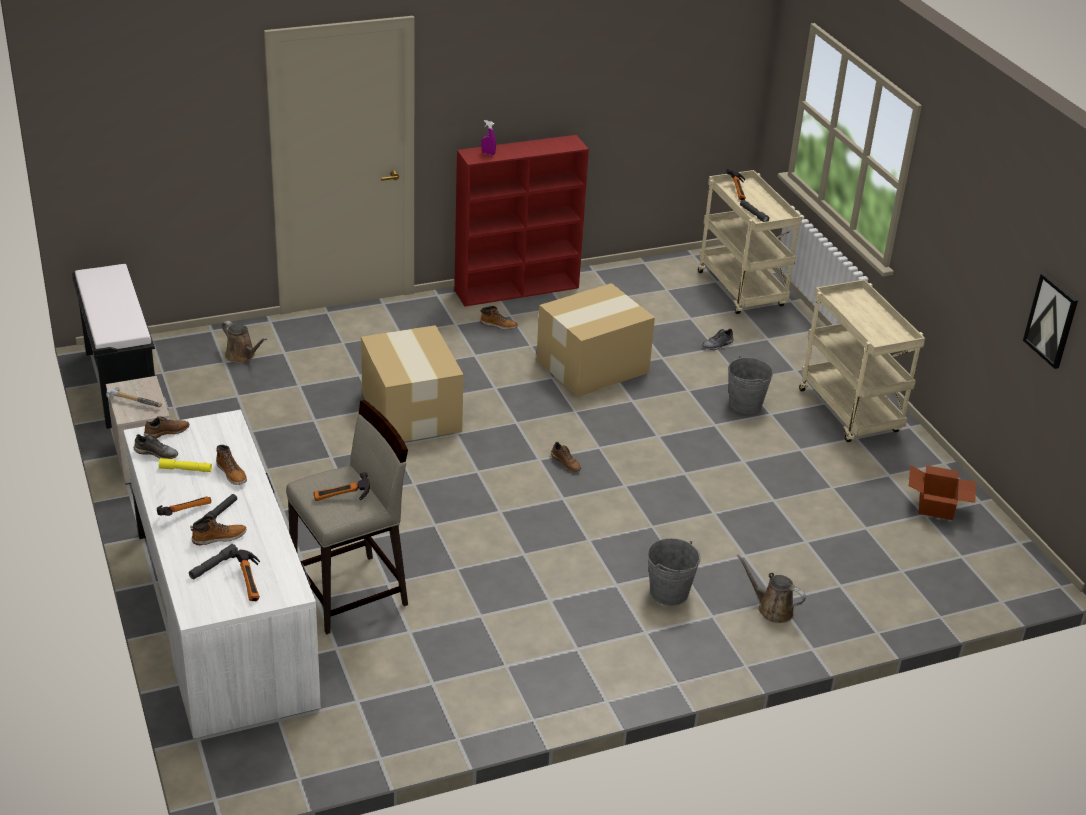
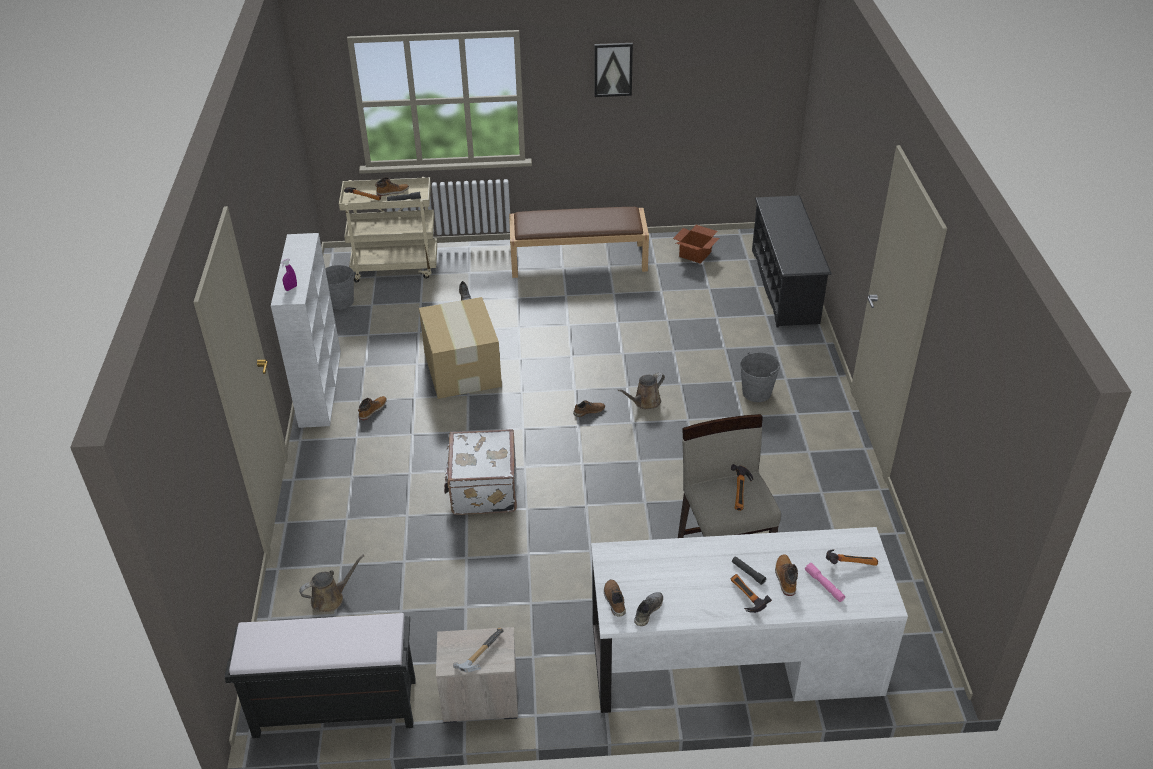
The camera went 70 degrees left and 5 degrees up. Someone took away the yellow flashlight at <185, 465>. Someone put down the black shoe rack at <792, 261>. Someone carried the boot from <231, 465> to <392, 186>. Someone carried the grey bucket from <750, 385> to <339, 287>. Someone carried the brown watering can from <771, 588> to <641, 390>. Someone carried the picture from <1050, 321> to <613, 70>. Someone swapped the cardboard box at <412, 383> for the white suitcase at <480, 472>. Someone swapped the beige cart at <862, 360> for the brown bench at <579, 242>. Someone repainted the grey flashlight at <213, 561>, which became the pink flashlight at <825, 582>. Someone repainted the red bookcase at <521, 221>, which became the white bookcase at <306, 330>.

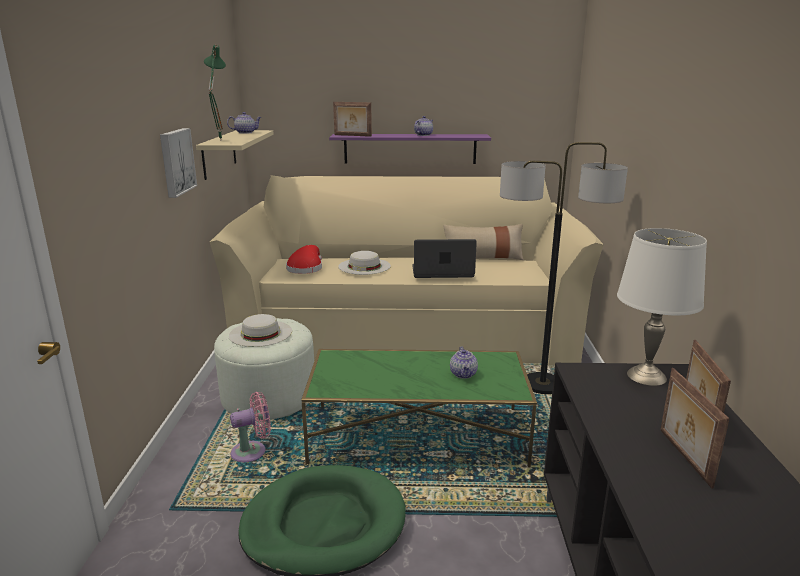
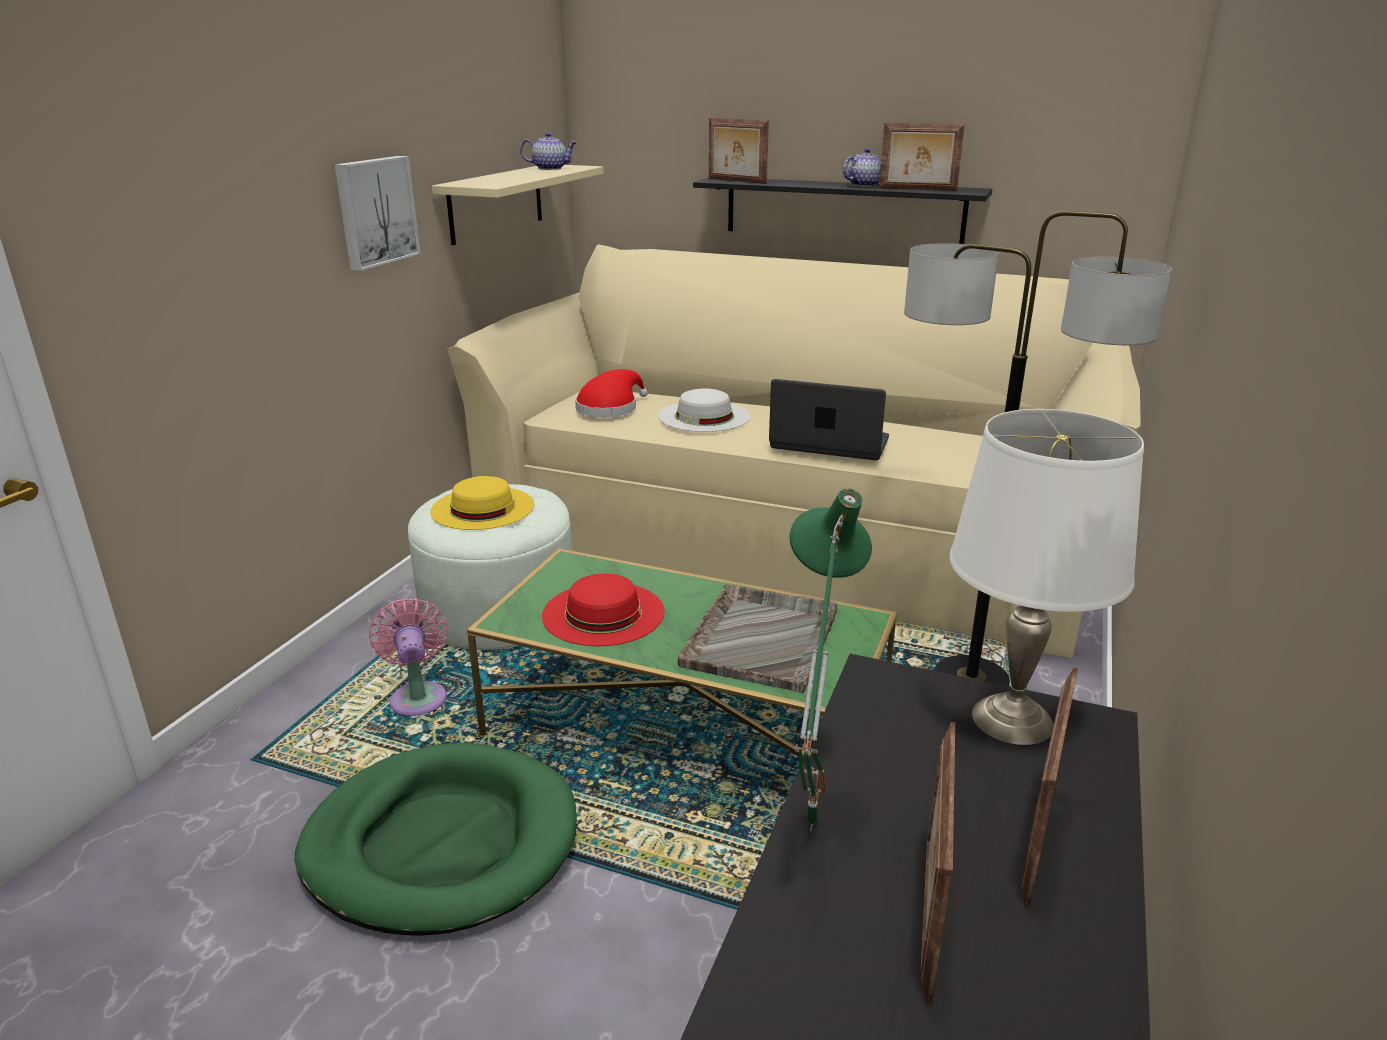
The camera went 20 degrees right and 5 degrees up. Someone took away the beige pillow at <483, 242>. Someone put down the red hat at <603, 610>. Someone put down the picture frame at <922, 157>. Someone carried the green table lamp from <215, 93> to <831, 660>. Someone swapped the teapot at <464, 362> for the grey tray at <758, 638>. Someone repainted the white hat at <260, 330>, which became the yellow hat at <482, 503>. Someone repainted the purple shelf at <410, 149>, which became the black shelf at <842, 211>. Someone rotated the pink fan at <250, 427> by 105 degrees counterclockwise.

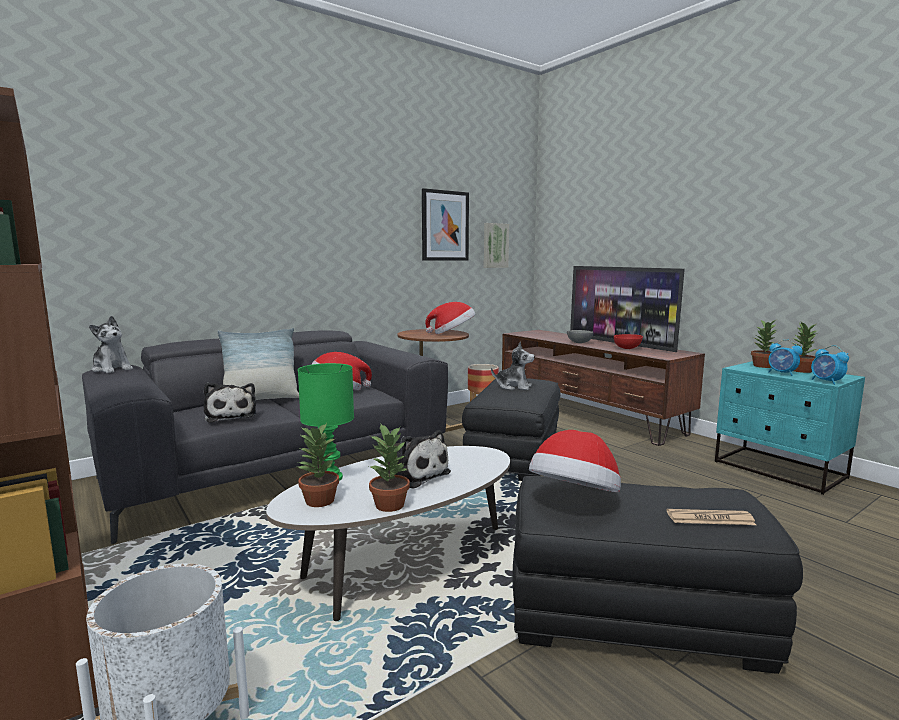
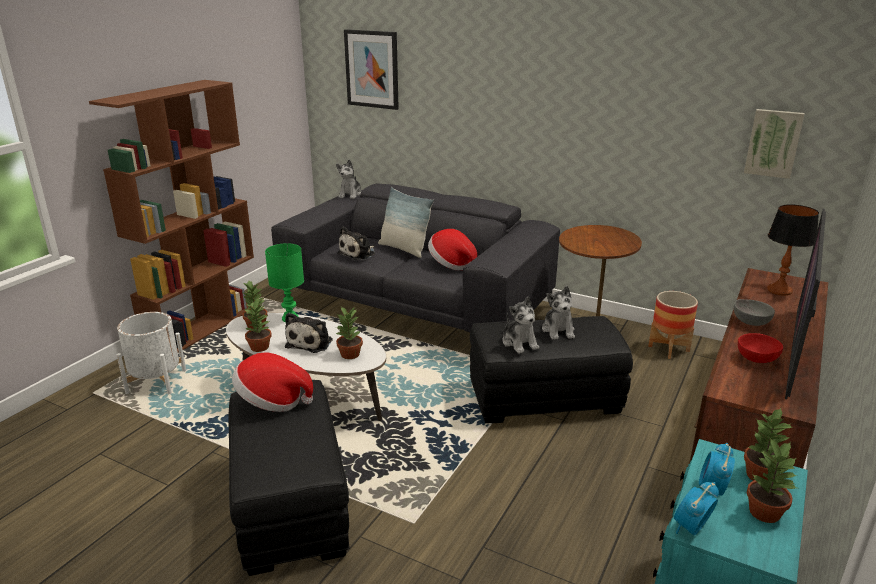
The camera went 65 degrees right and 15 degrees up. Someone took away the hat at <450, 318>. Someone took away the newspaper at <711, 517>. Someone put down the potted plant at <349, 333>. Someone put down the plush toy at <520, 325>. Someone put down the table lamp at <793, 250>. Someone carried the picture from <445, 224> to <371, 69>.

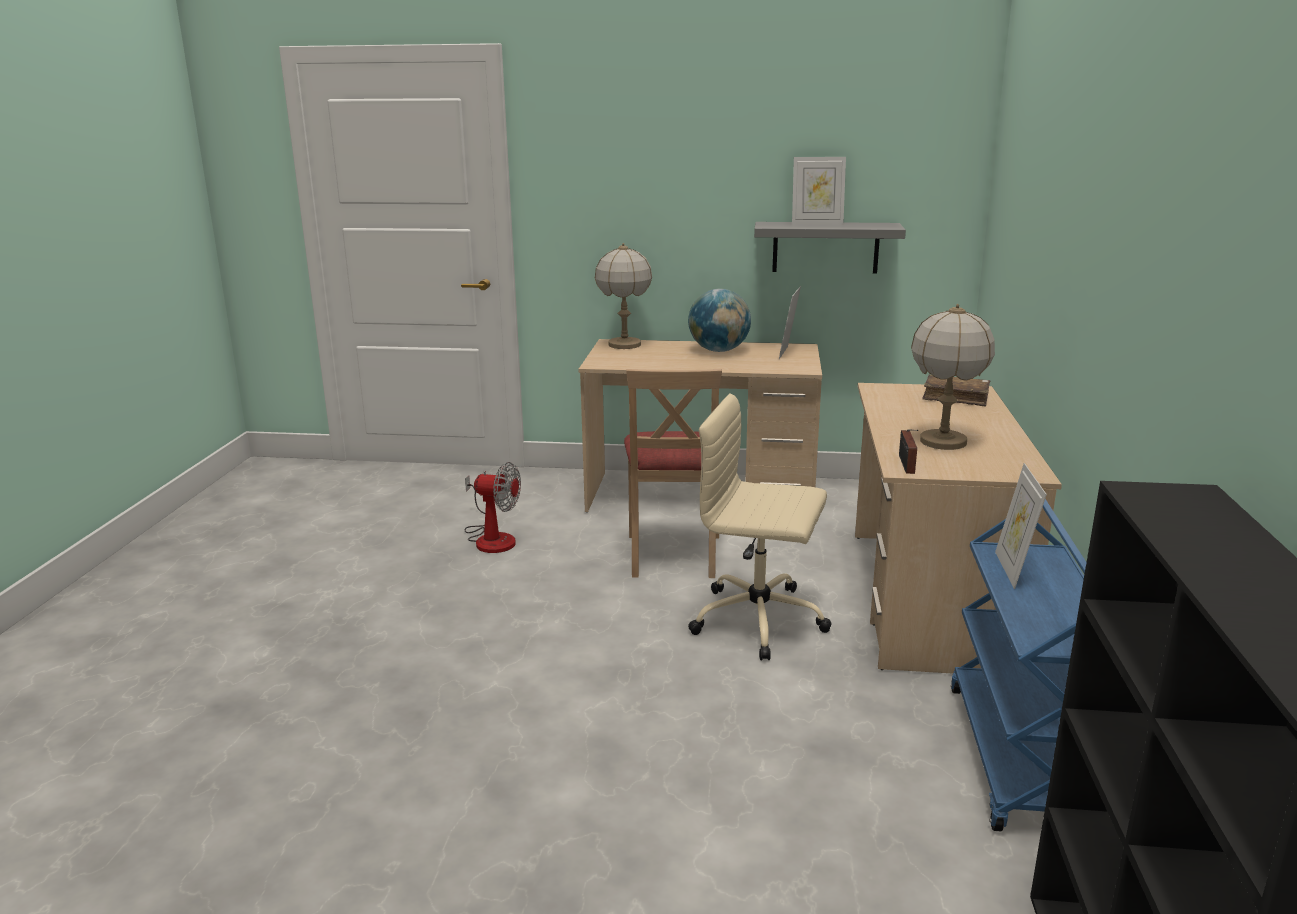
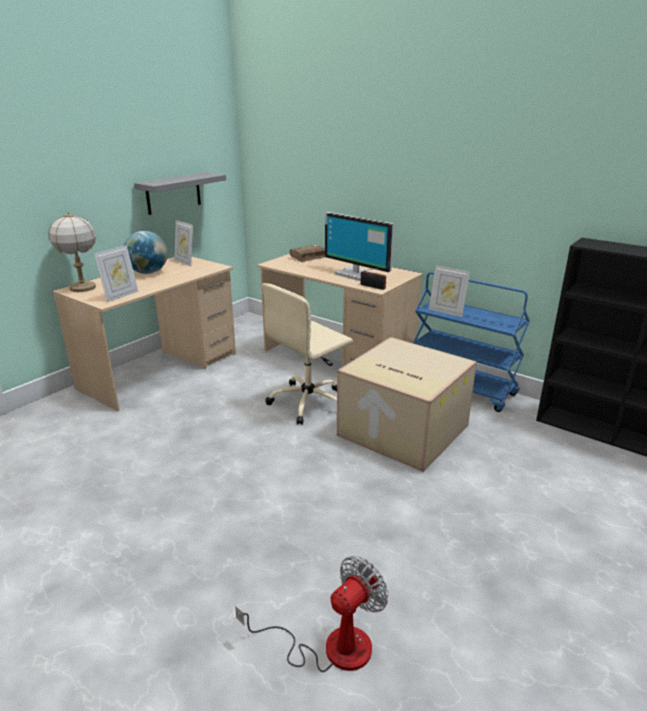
The camera went 60 degrees left and 5 degrees up. Someone took away the beige chair at <673, 473>. Someone put down the cardboard box at <407, 404>. Someone carried the fan from <492, 507> to <311, 614>. Someone carried the picture frame from <819, 190> to <116, 273>. Someone swapped the table lamp at <953, 377> for the monitor at <359, 246>.

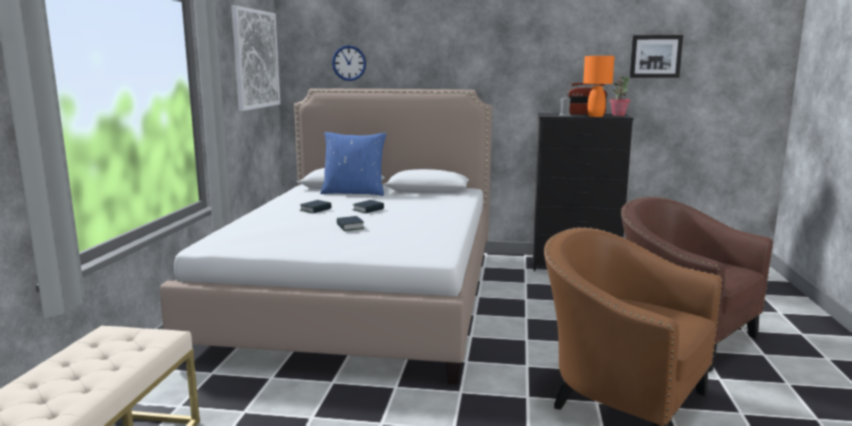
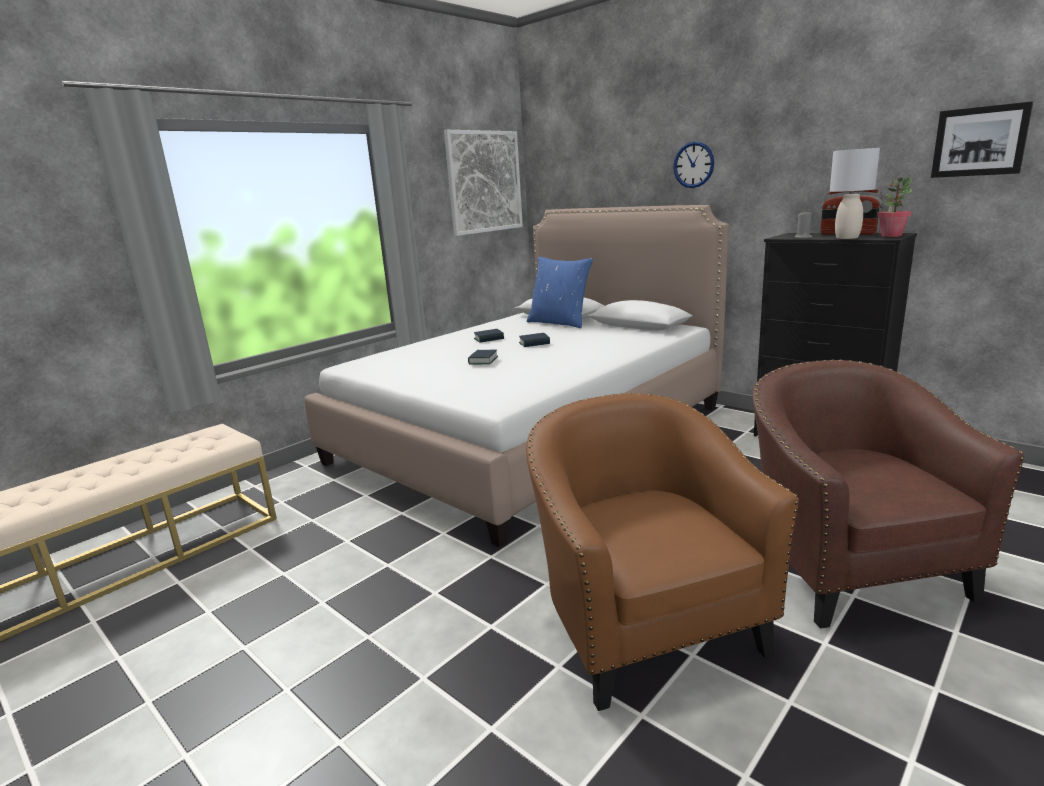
The camera went 35 degrees right and 5 degrees up. Someone carried the wall clock from <349, 63> to <693, 165>. Someone repainted the orange table lamp at <599, 86>, which became the grey table lamp at <855, 193>.

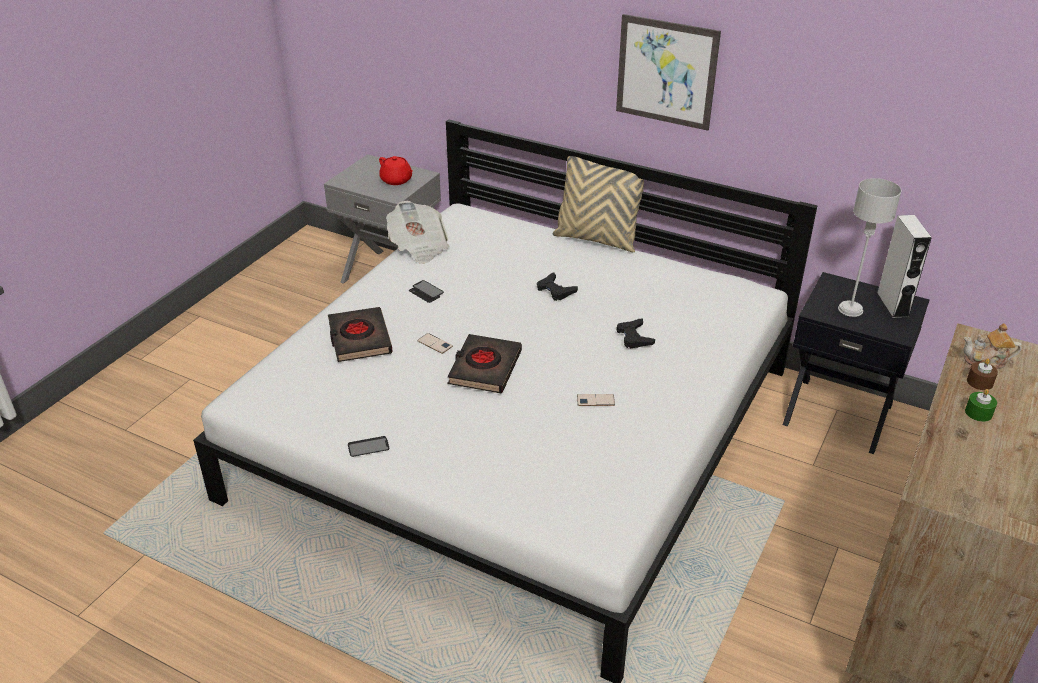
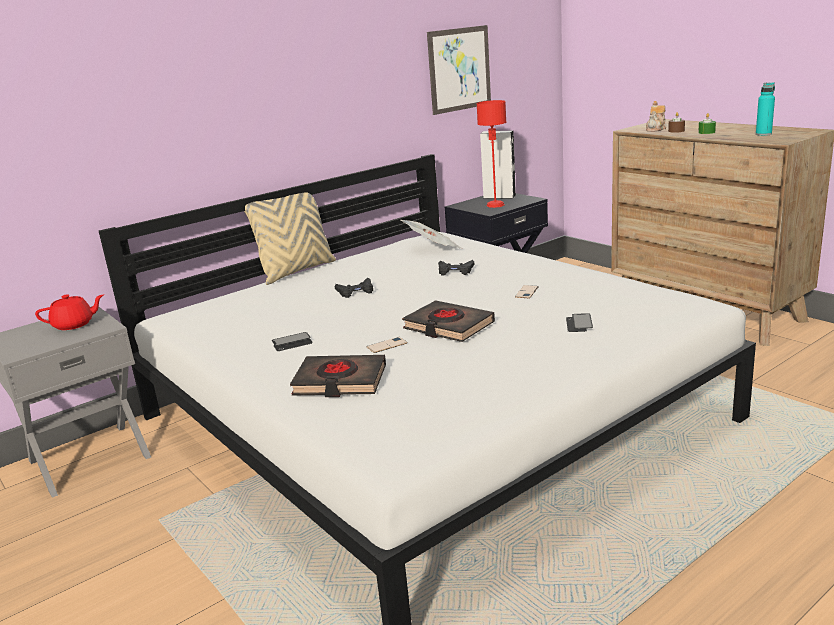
The camera went 65 degrees left and 15 degrees down. Someone put down the turquoise bottle at <765, 109>. Someone carried the phone from <368, 446> to <579, 322>. Someone carried the newspaper from <418, 232> to <431, 234>. Someone carried the picture from <668, 72> to <459, 70>. Someone repainted the grey table lamp at <870, 247>, which became the red table lamp at <491, 154>.

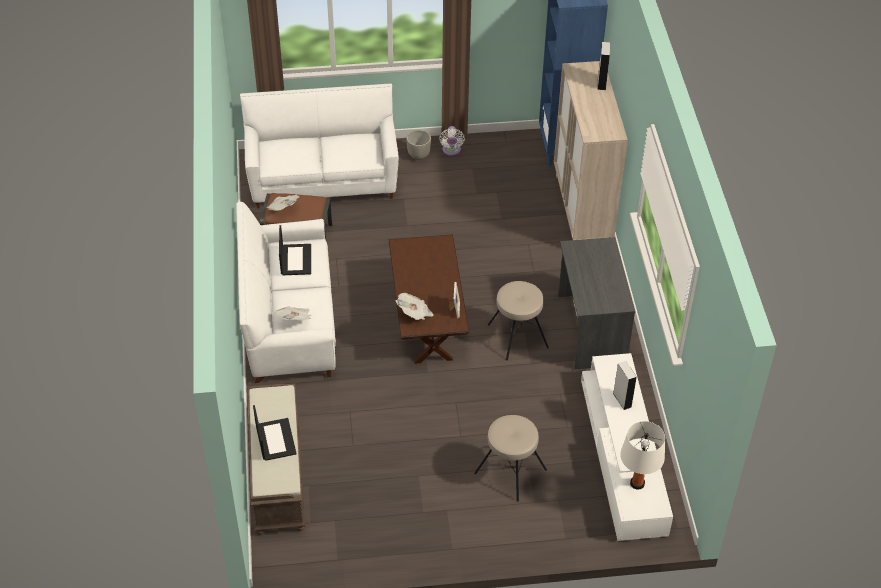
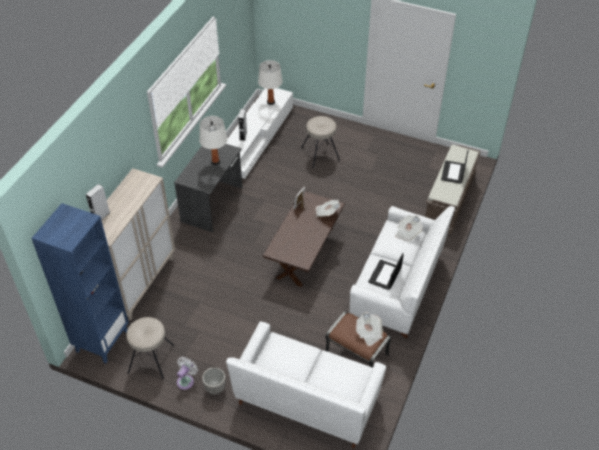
The camera went 150 degrees left and 0 degrees up. Someone put down the white table lamp at <213, 140>. Someone carried the beige stool from <518, 320> to <150, 348>.

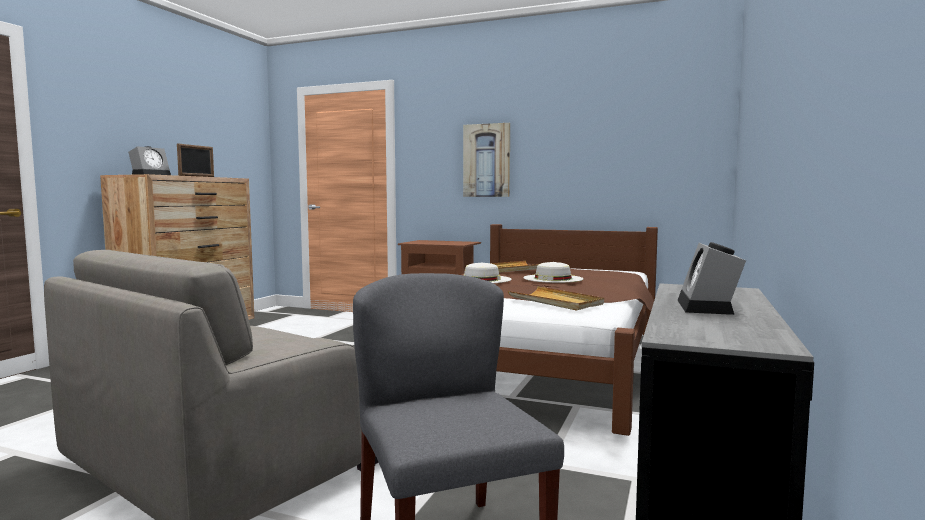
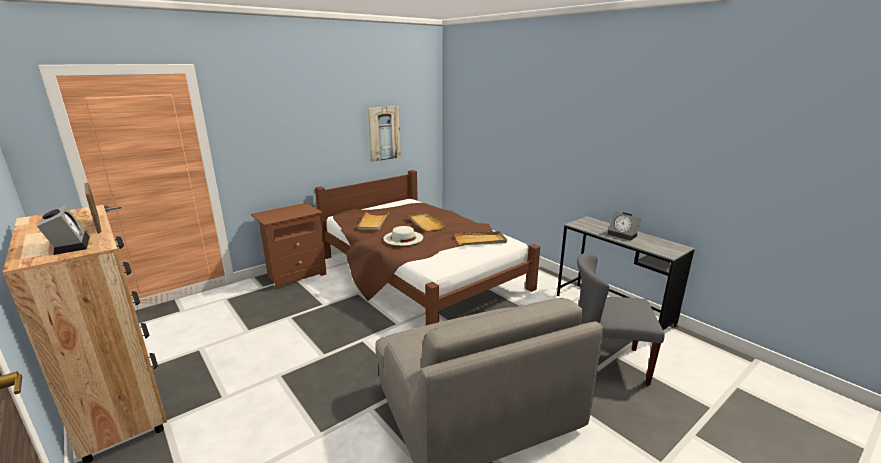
The camera went 60 degrees left and 15 degrees up. Someone carried the picture from <486, 160> to <384, 134>. Someone swapped the white hat at <553, 272> for the beige tray at <427, 221>.

